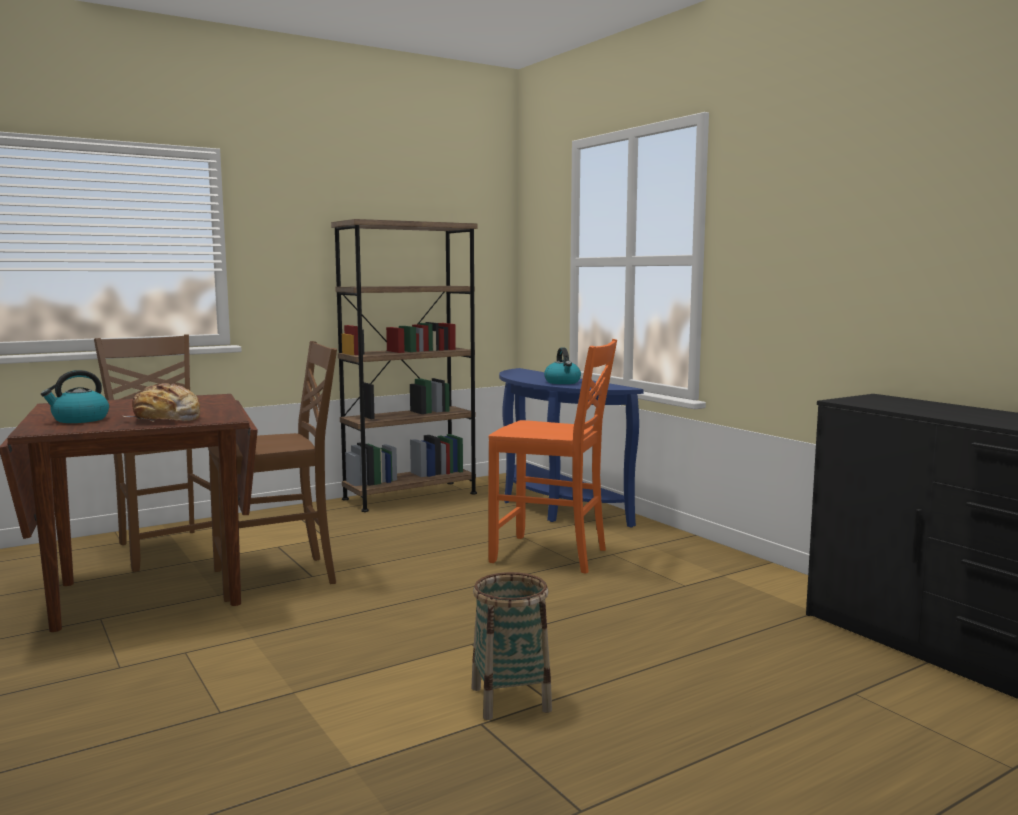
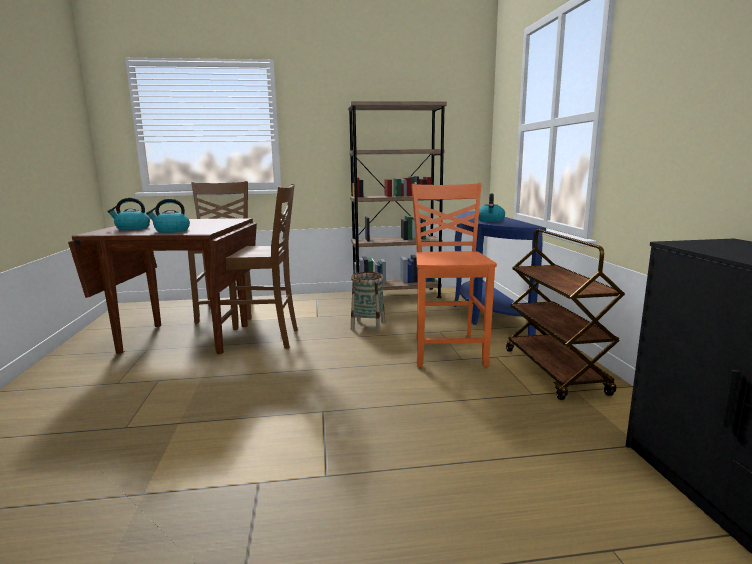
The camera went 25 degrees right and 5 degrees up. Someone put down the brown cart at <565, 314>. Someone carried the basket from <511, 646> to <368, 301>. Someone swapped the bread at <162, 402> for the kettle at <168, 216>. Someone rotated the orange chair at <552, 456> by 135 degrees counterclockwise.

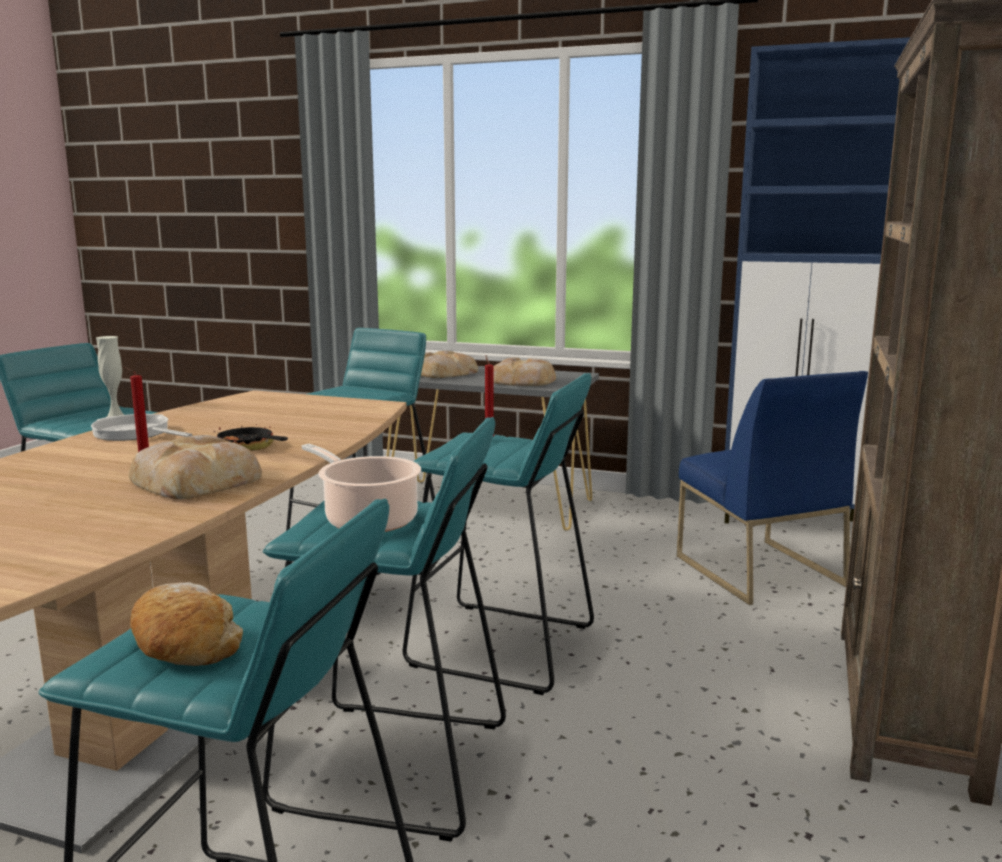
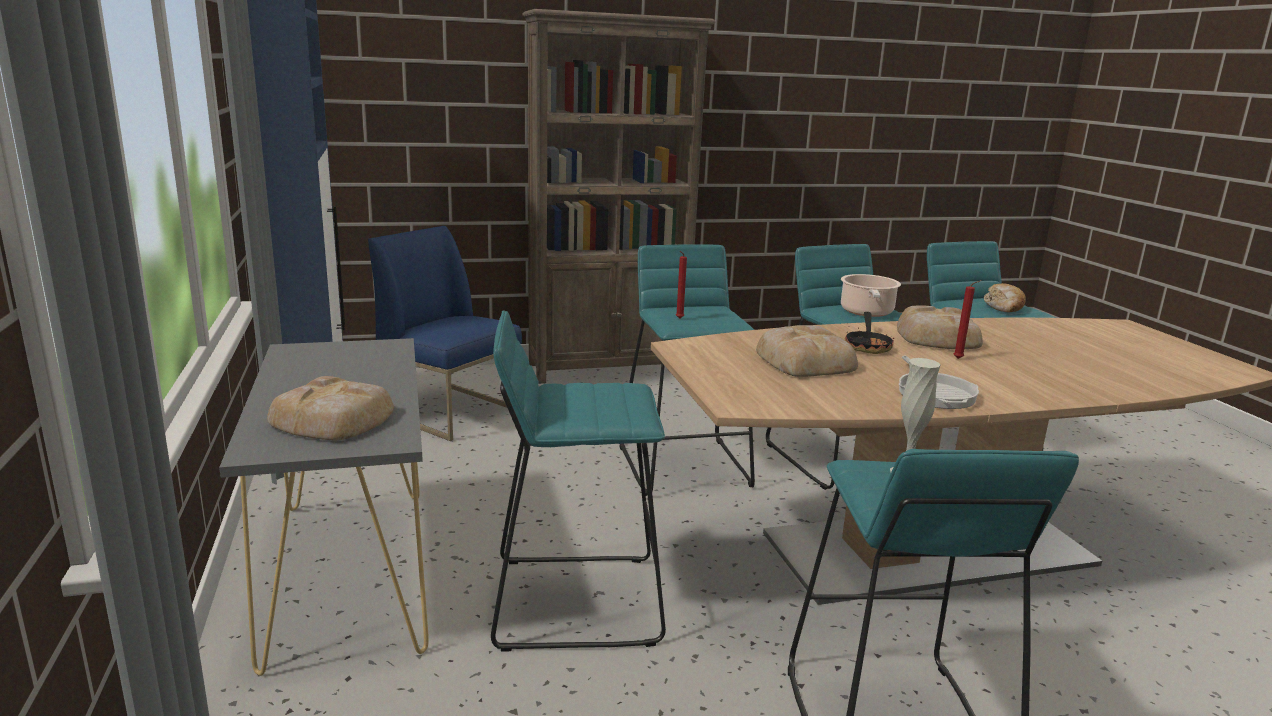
The camera went 125 degrees left and 5 degrees up. Someone carried the bread from <524, 372> to <807, 351>. Someone rotated the blue chair at <772, 488> by 90 degrees counterclockwise.

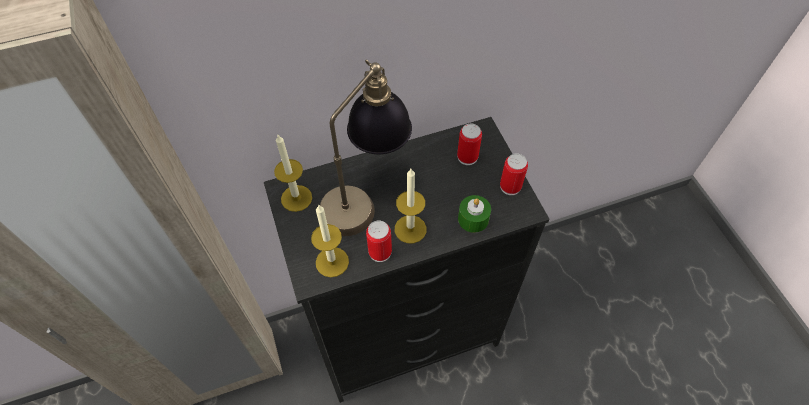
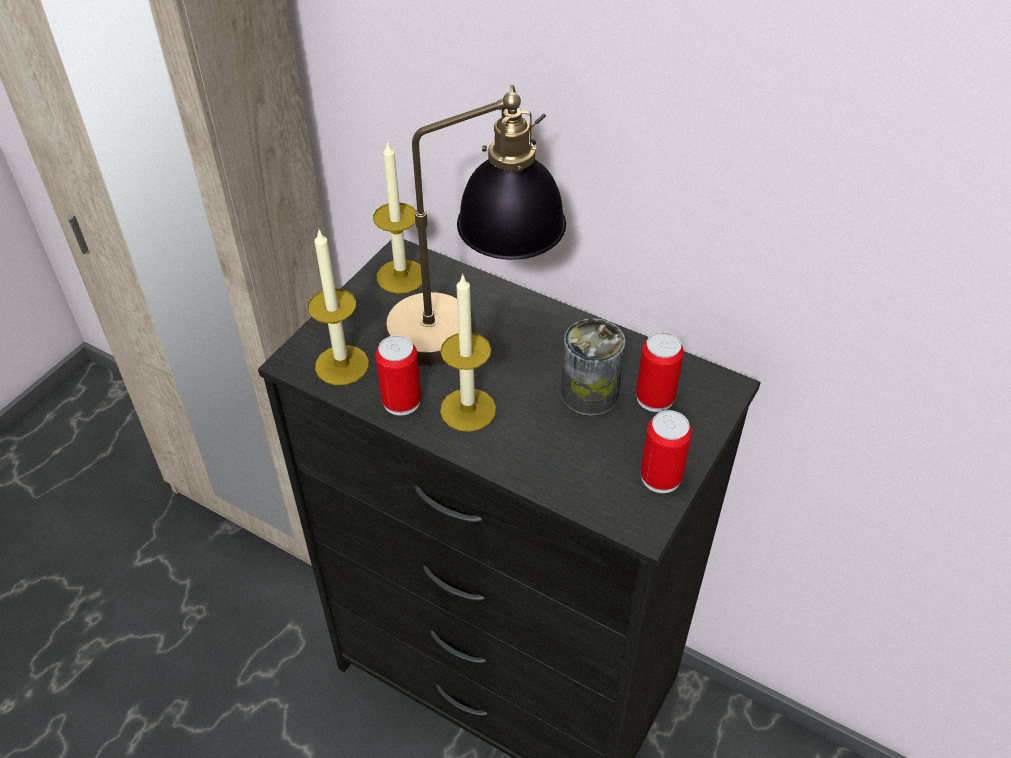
The camera went 50 degrees right and 10 degrees down. Someone took away the green candle at <474, 214>. Someone put down the can at <593, 367>.

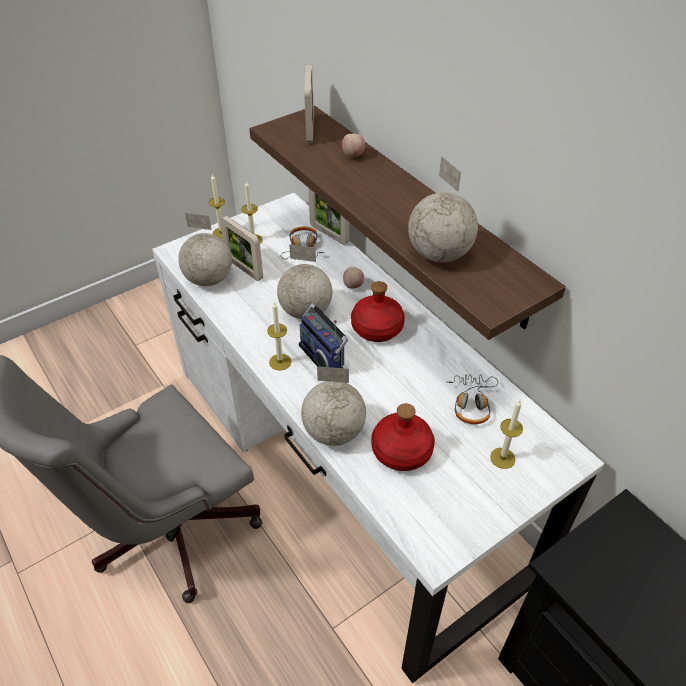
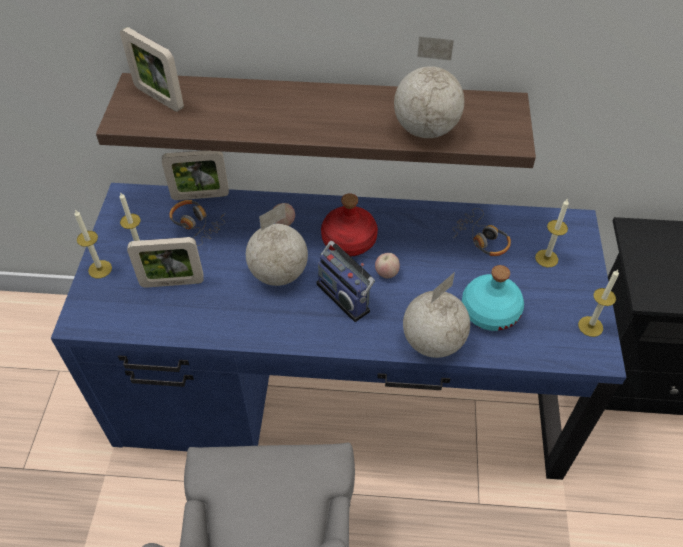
The camera went 50 degrees left and 5 degrees up. Someone took away the globe at <205, 249>. Someone carried the candle from <279, 336> to <598, 303>. Someone carried the apple from <353, 146> to <387, 266>. Someone repainted the white desk at <378, 438>, which became the blue desk at <339, 331>. Someone repainted the red bottle at <403, 437>, which became the turquoise bottle at <493, 298>. Someone rotated the radio at <323, 336> by 45 degrees clockwise.

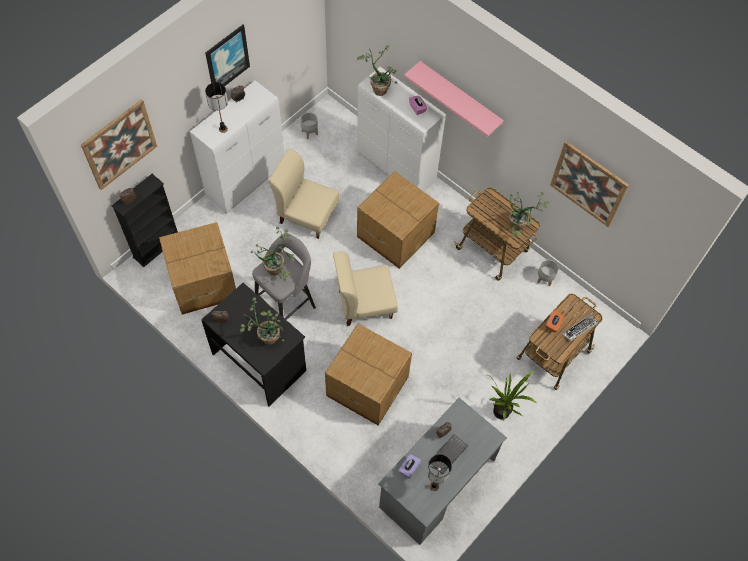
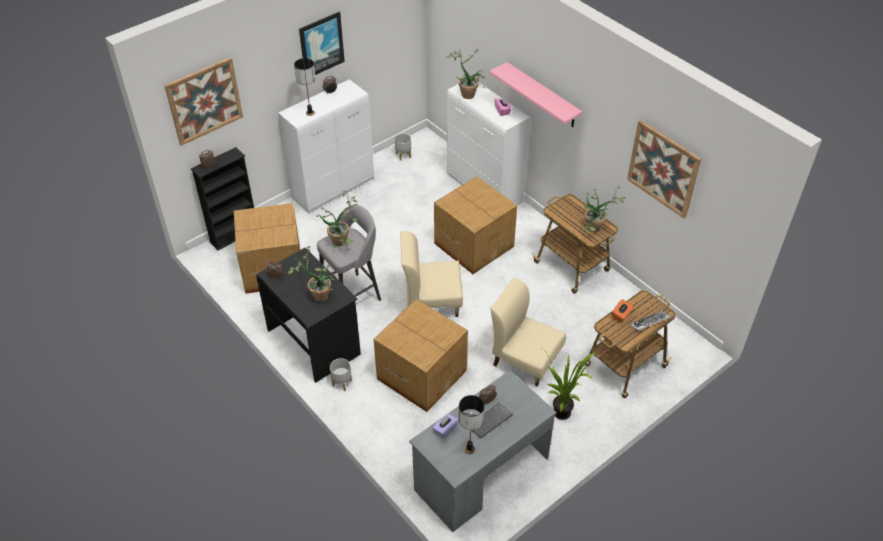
The camera went 10 degrees right and 15 degrees down. Someone carried the beige chair from <304, 194> to <528, 332>. Someone carried the grey planter from <547, 273> to <341, 374>.

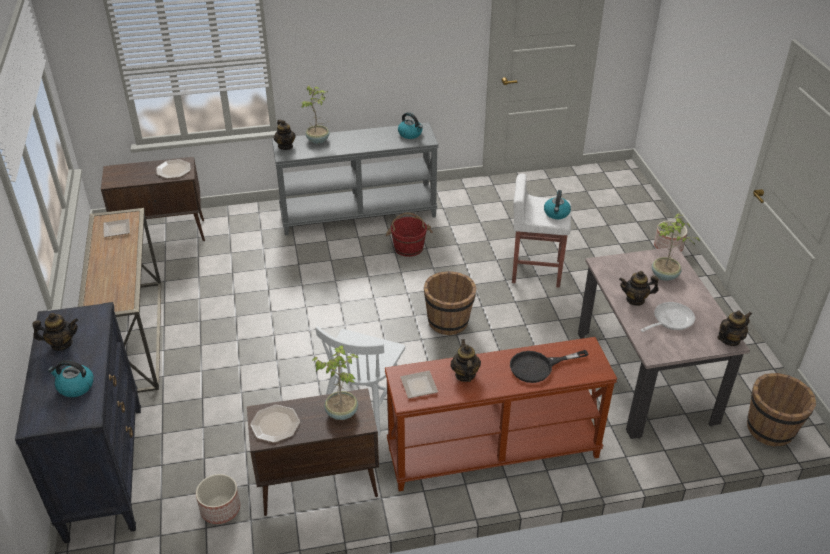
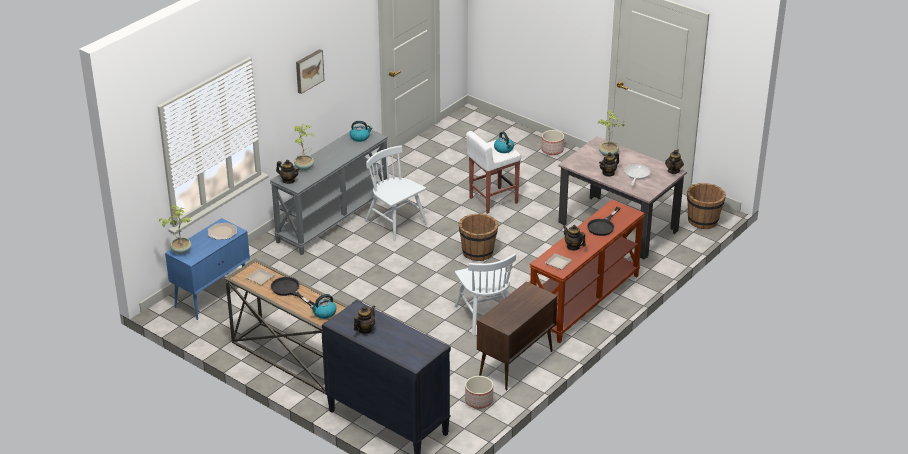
The camera went 40 degrees left and 5 degrees down. Someone took away the plate at <275, 424>. Someone put down the black frying pan at <292, 291>. Someone put up the picture at <310, 71>. Someone carried the kettle from <71, 378> to <323, 306>. Someone carried the potted plant from <336, 382> to <175, 230>. Someone swapped the red bucket at <409, 234> for the white chair at <396, 193>. Someone repainted the brown cabinet at <153, 199>, which became the blue cabinet at <207, 269>.

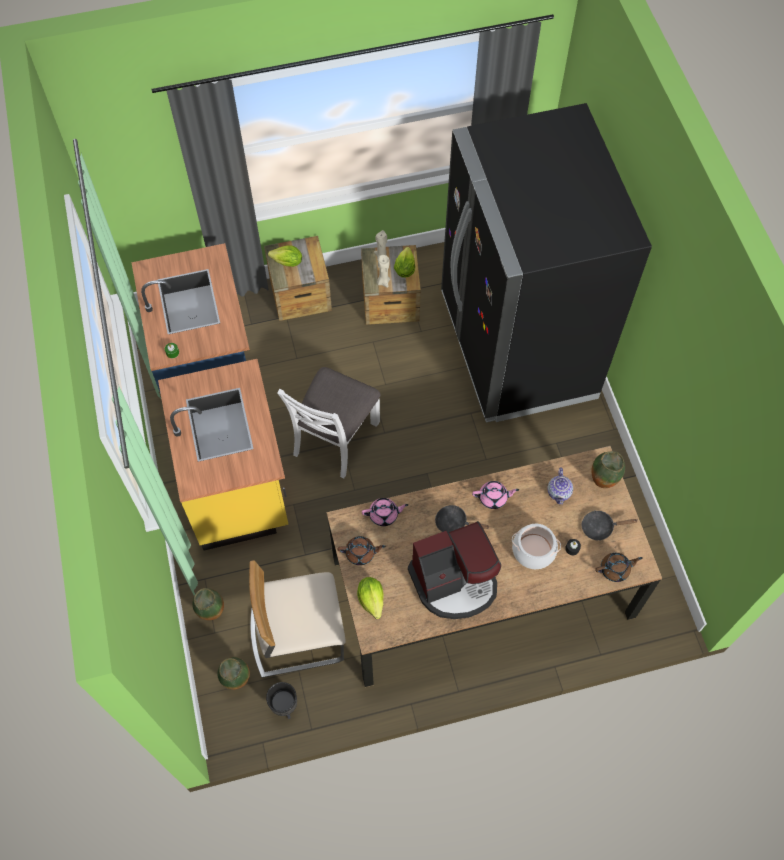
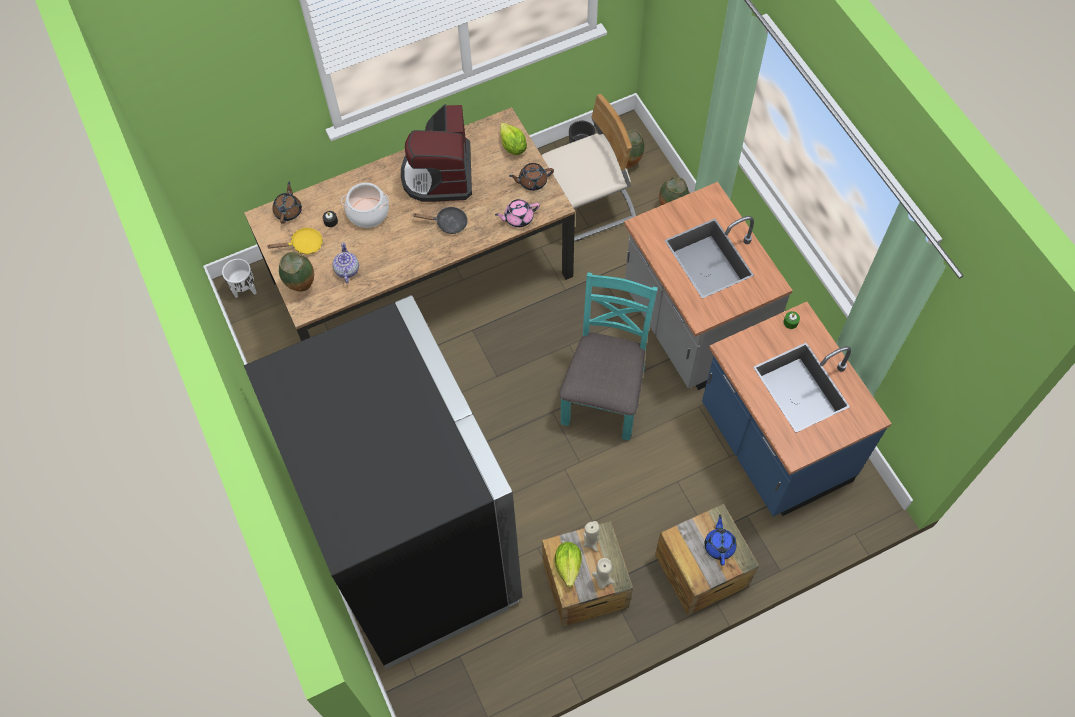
The camera went 170 degrees right and 0 degrees up. Someone took away the pink teapot at <495, 495>. Someone put down the white planter at <239, 278>. Someone swapped the lettuce at <285, 256> for the blue teapot at <720, 540>. Someone repainted the yellow counter at <223, 454>, which became the grey counter at <708, 286>. Someone repainted the white chair at <329, 422>, which became the turquoise chair at <608, 356>. Someone repainted the black frying pan at <610, 525>, which became the yellow frying pan at <295, 241>. Someone rotated the coffee machine at <454, 570> by 60 degrees counterclockwise. Someone rotated the brown teapot at <619, 567> by 120 degrees clockwise.

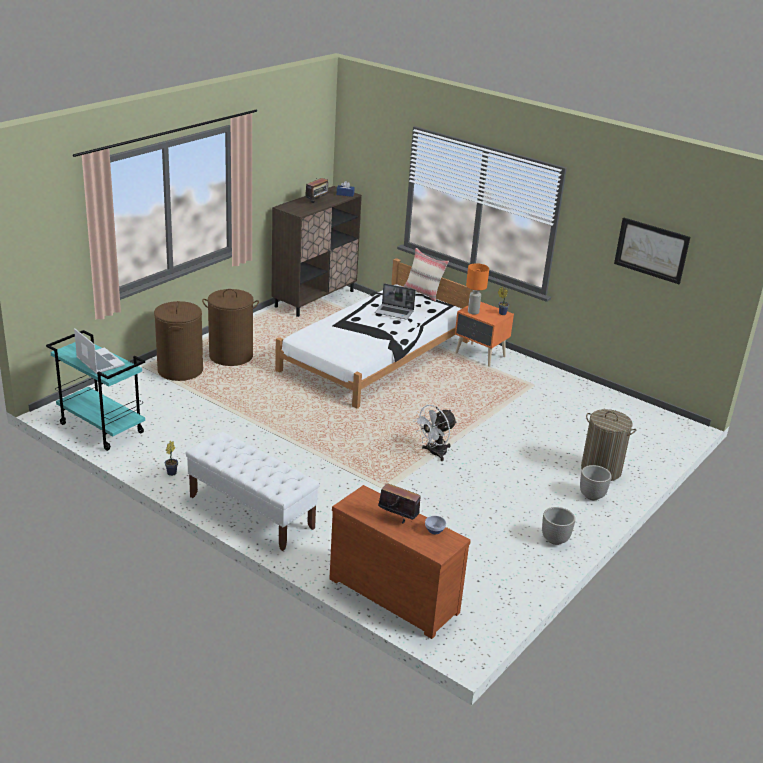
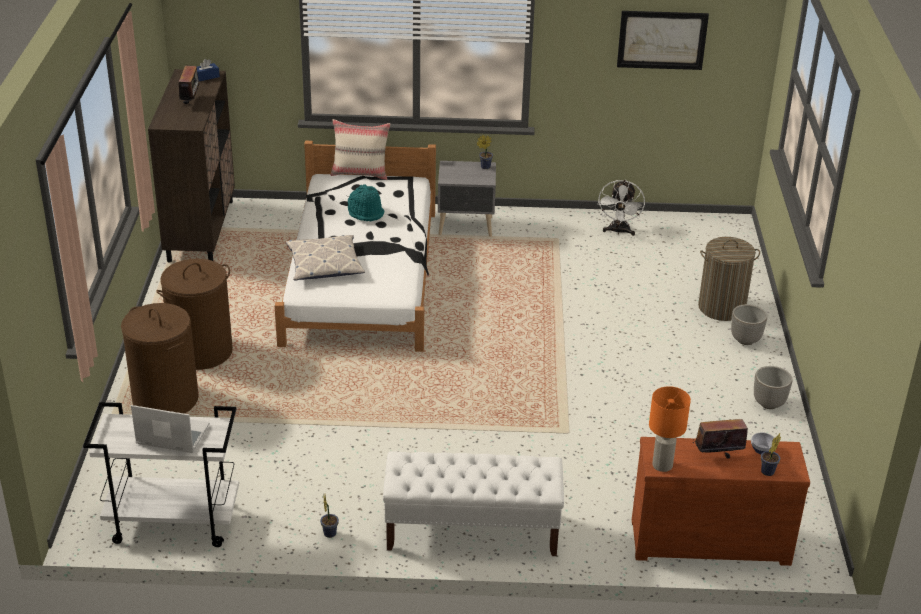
The camera went 35 degrees left and 5 degrees up. Someone put down the pillow at <325, 258>. Someone put down the potted plant at <771, 454>. Someone carried the white fan from <435, 433> to <621, 208>. Someone carried the orange table lamp from <477, 289> to <670, 429>. Someone swapped the laptop at <395, 301> for the turquoise hat at <366, 202>. Someone repainted the turquoise cart at <95, 390>, which became the white cart at <161, 474>. Someone repainted the orange nightstand at <484, 334>, which became the grey nightstand at <467, 199>.

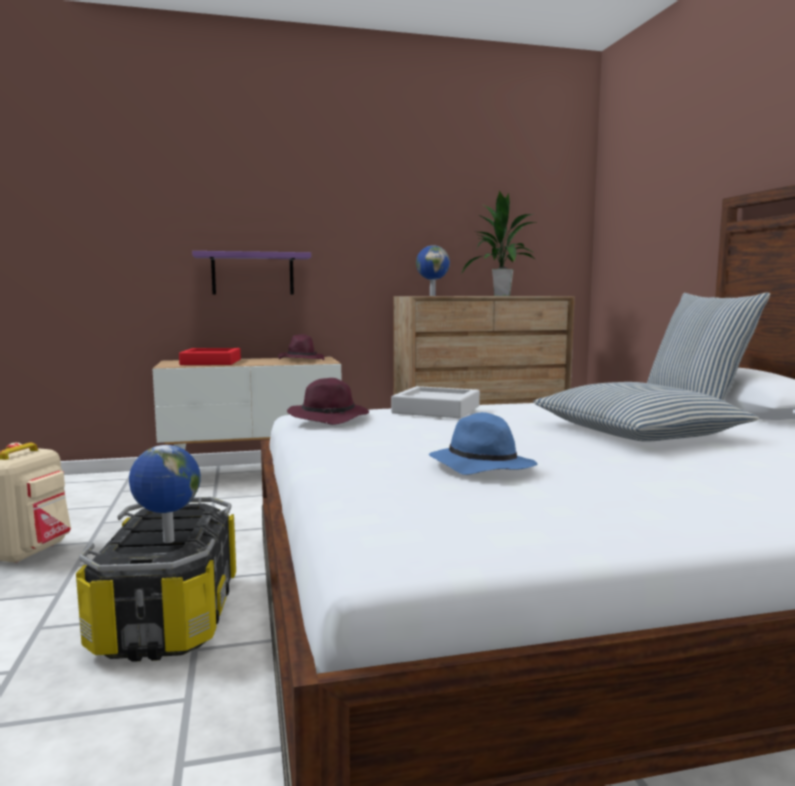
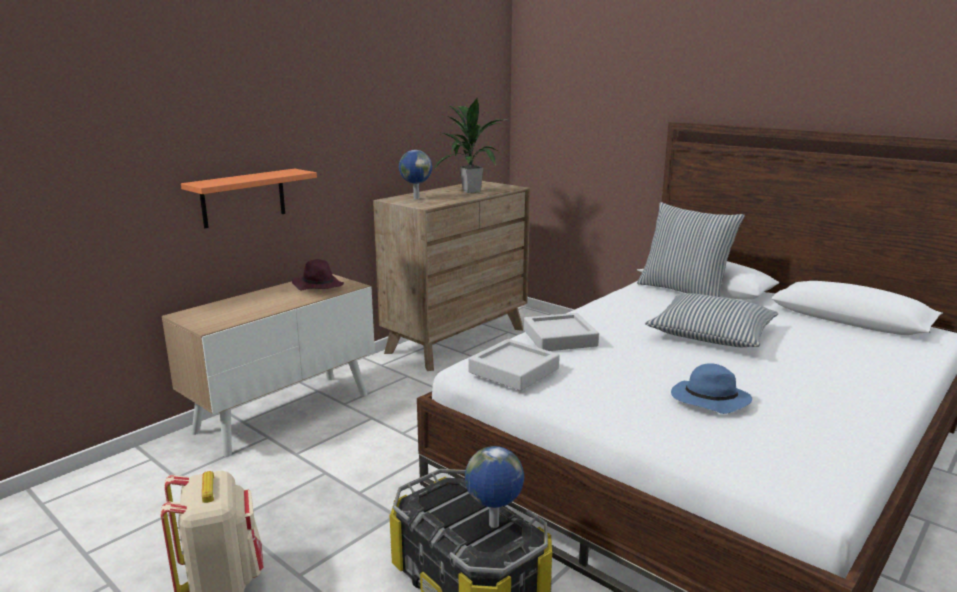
The camera went 35 degrees left and 10 degrees up. Someone took away the red tray at <210, 356>. Someone swapped the purple hat at <328, 401> for the grey tray at <514, 365>. Someone repainted the purple shelf at <251, 273>, which became the orange shelf at <249, 198>.

